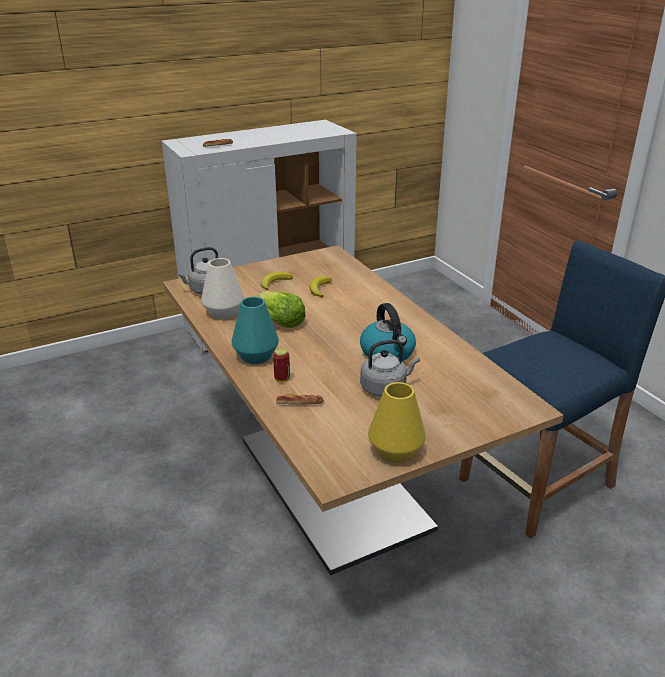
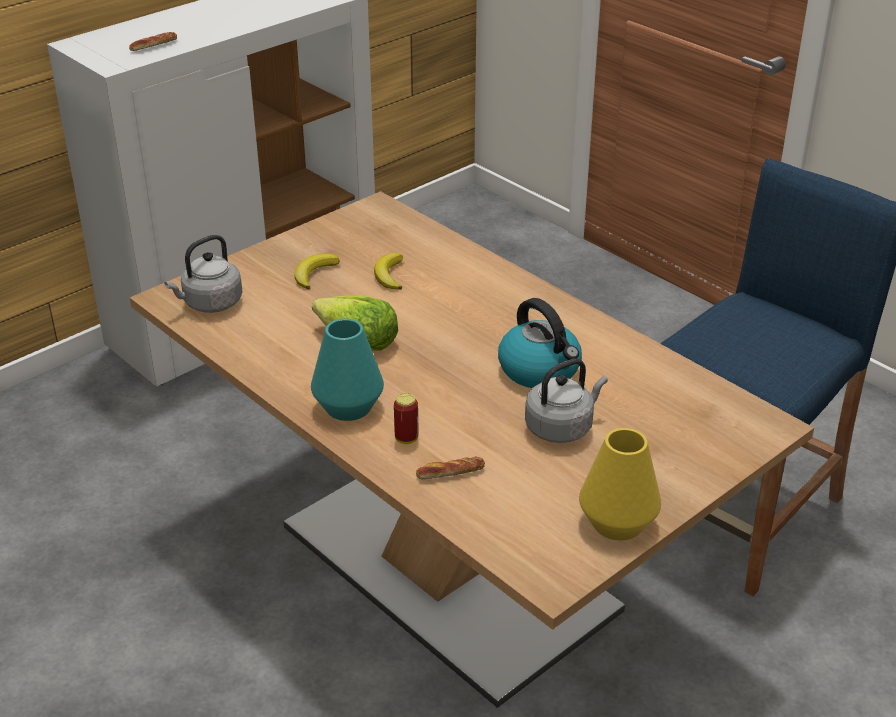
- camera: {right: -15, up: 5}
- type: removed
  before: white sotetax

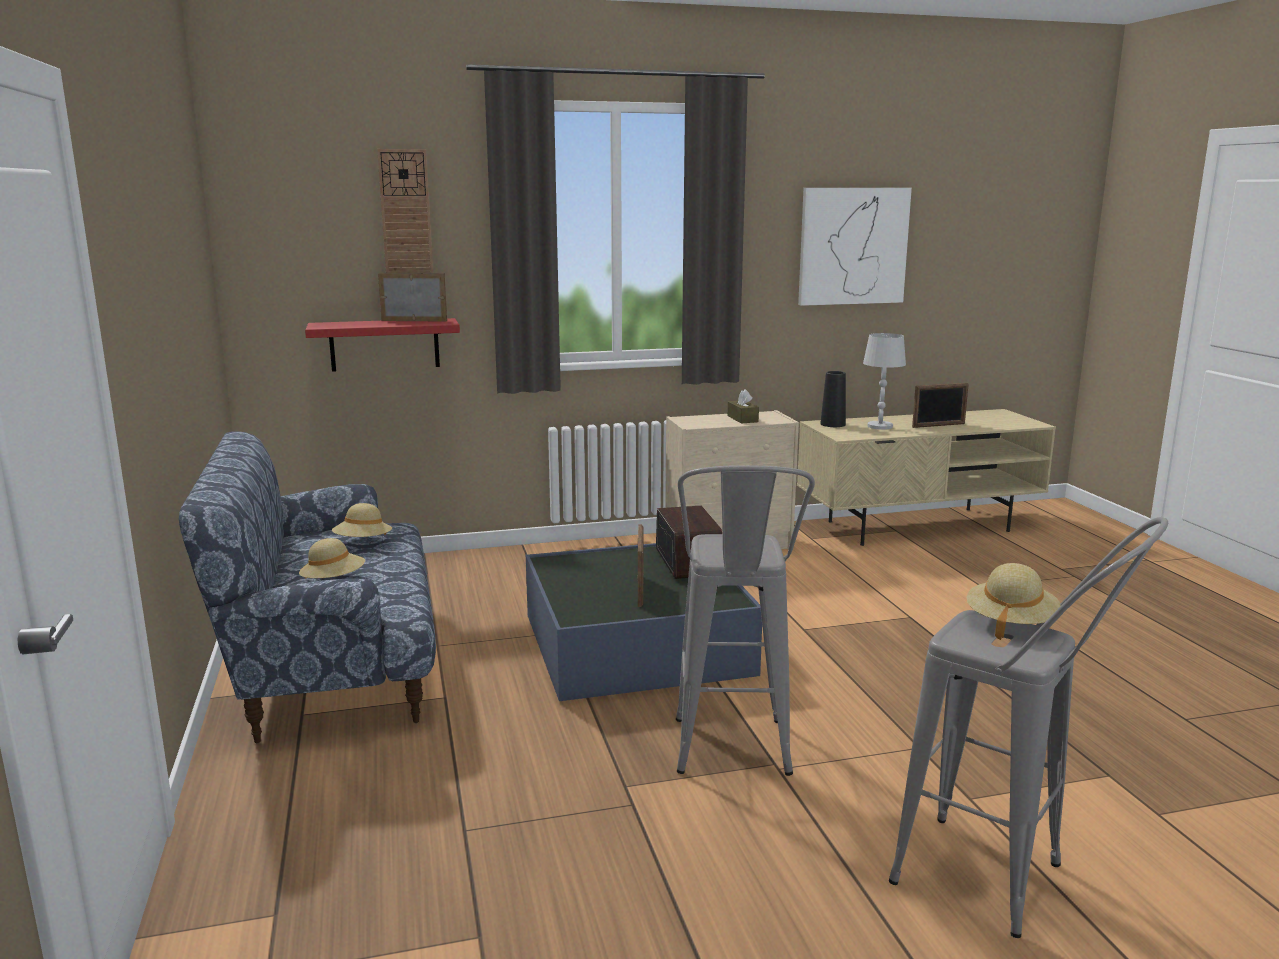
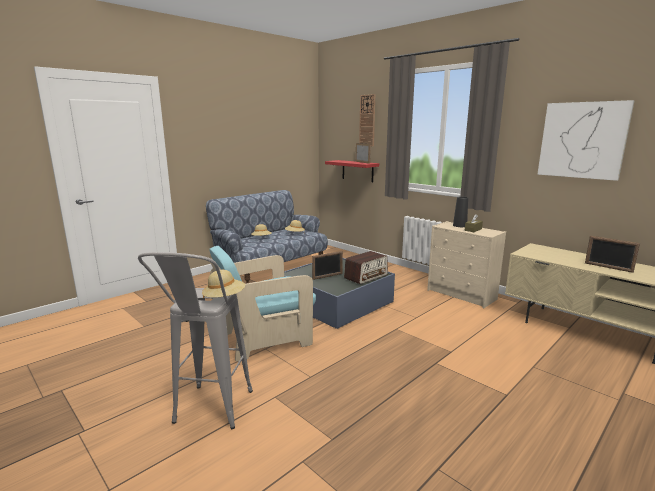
- camera: {right: 60, up: 0}
- type: removed
  before: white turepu
- type: moved
  before: black sotetax
- type: replaced
  before: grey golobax (1st from left)
  after: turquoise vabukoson

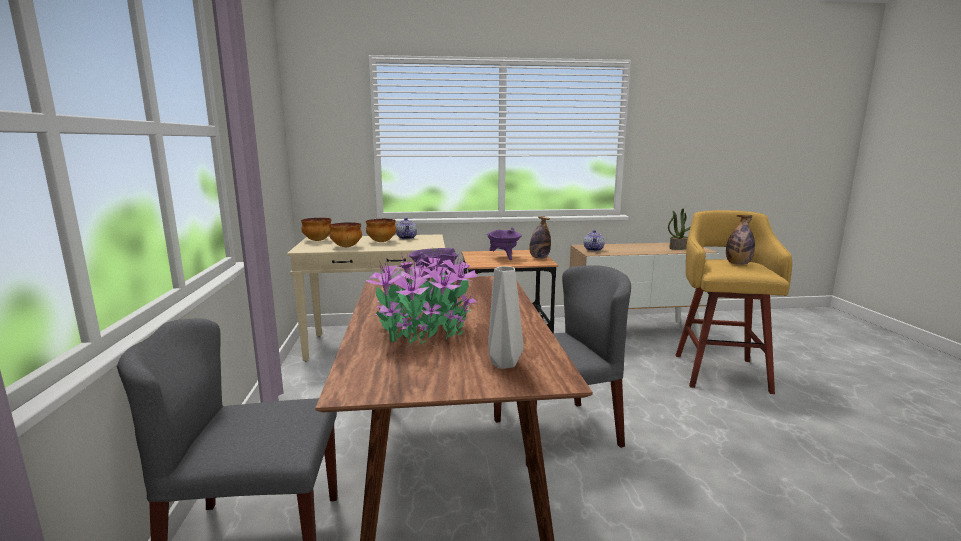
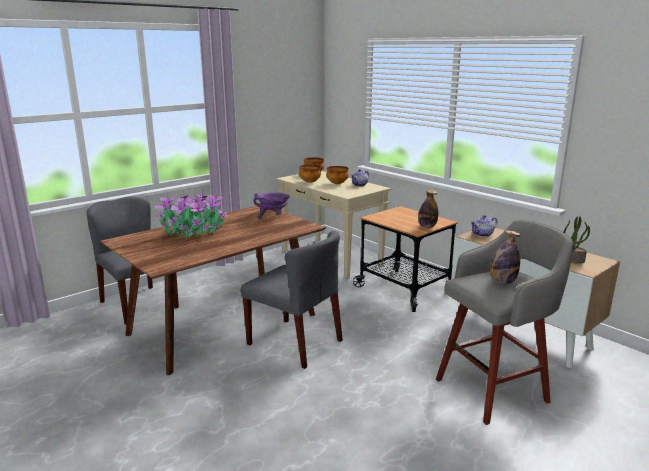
- camera: {right: 55, up: 5}
- type: recoloured
  before: yellow golobax
  after: grey golobax
- type: removed
  before: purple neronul (2nd from left)
- type: removed
  before: grey sotetax

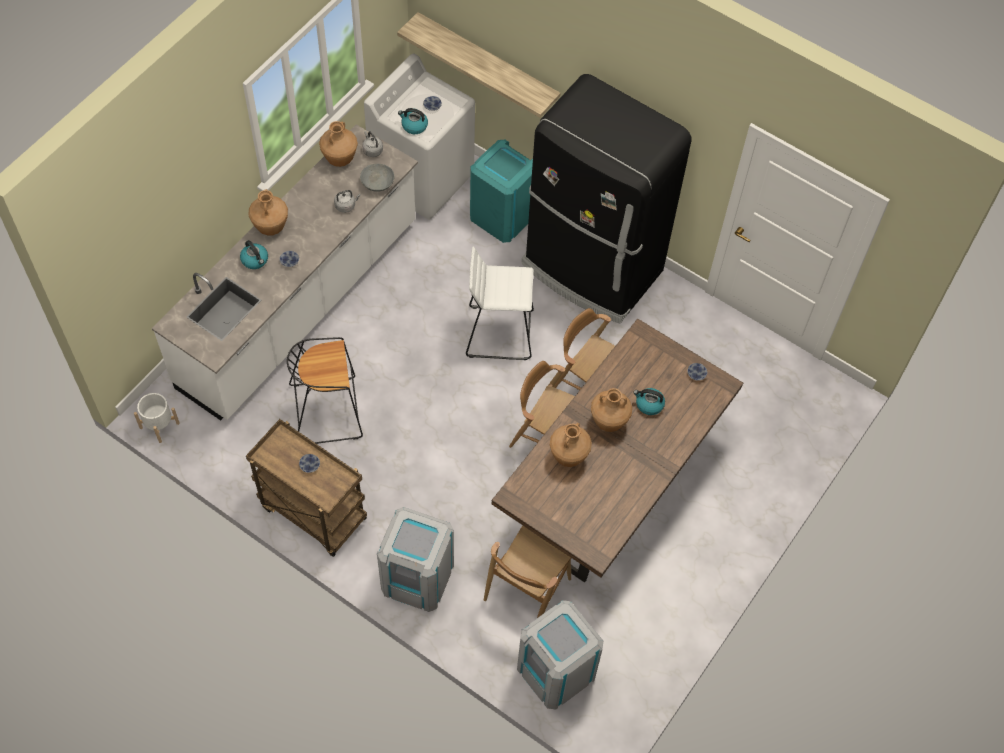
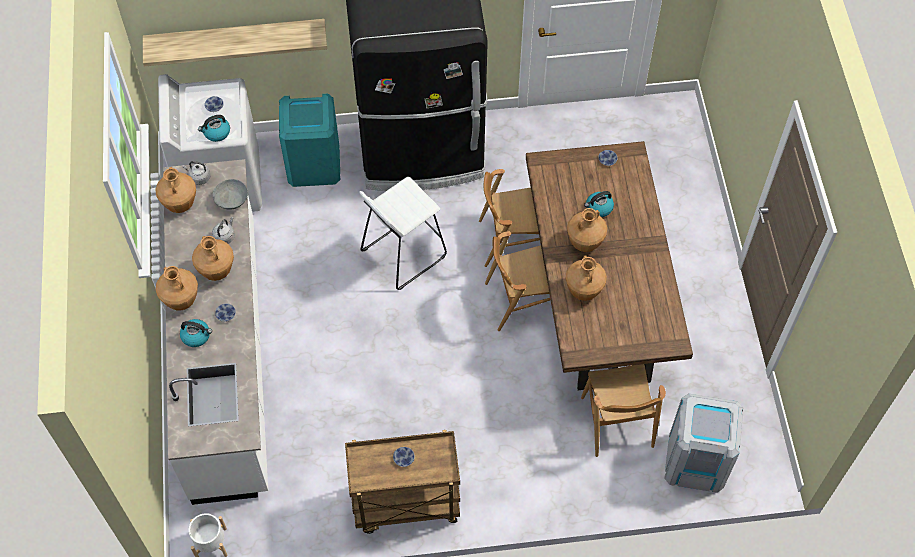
- camera: {right: -40, up: 0}
- type: removed
  before: black golobax
- type: removed
  before: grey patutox (1st from left)
- type: added
  after: brown sotetax (3rd from left)

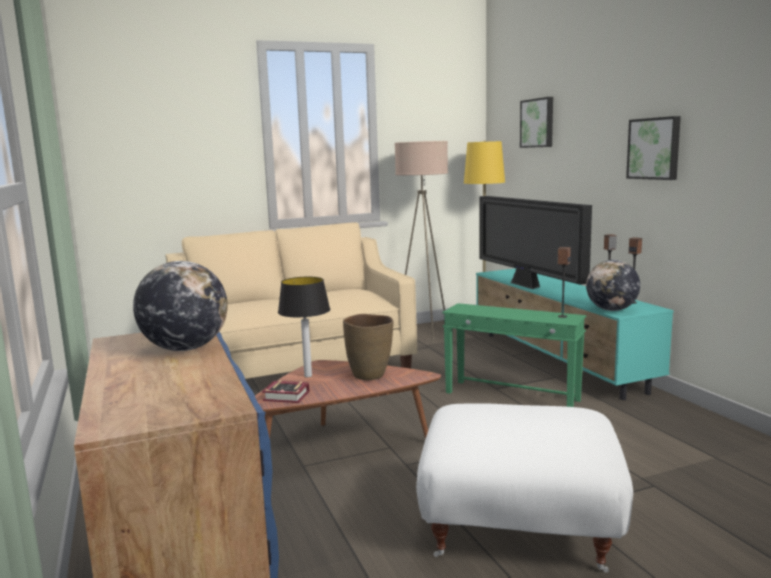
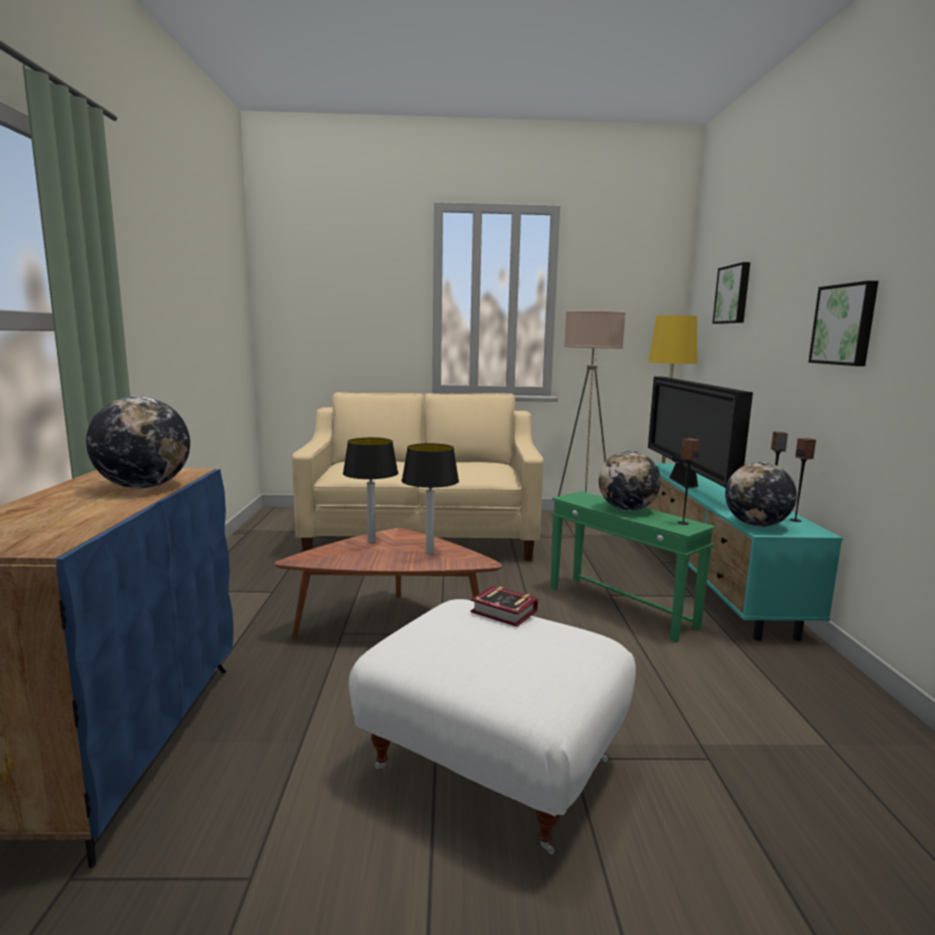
- camera: {right: 20, up: 0}
- type: replaced
  before: brown sotetax
  after: turepu (2nd from left)
- type: moved
  before: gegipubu
- type: added
  after: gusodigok (2nd from left)

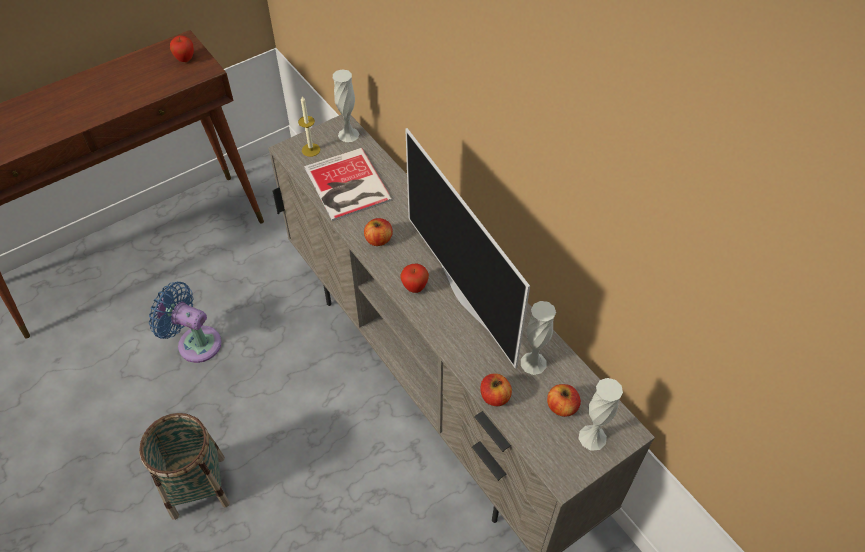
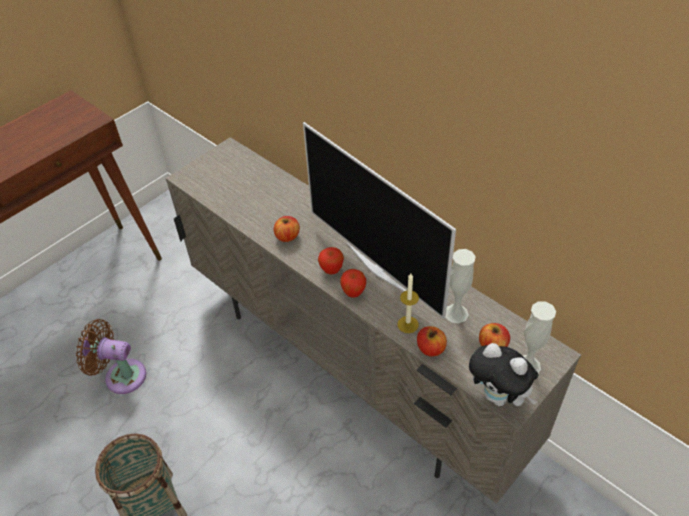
- camera: {right: -10, up: -5}
- type: moved
  before: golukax (1st from left in the first image)
  after: golukax (3rd from left)
- type: removed
  before: white sotetax (1st from left)
- type: moved
  before: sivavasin
- type: removed
  before: gegipubu
- type: recoloured
  before: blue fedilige
  after: brown fedilige
- type: added
  after: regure

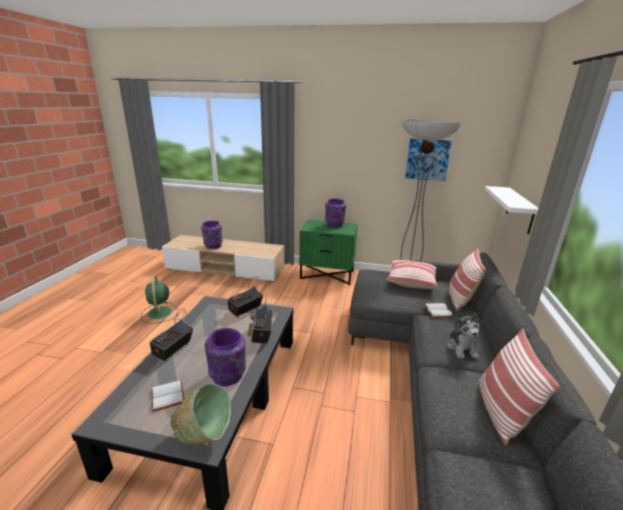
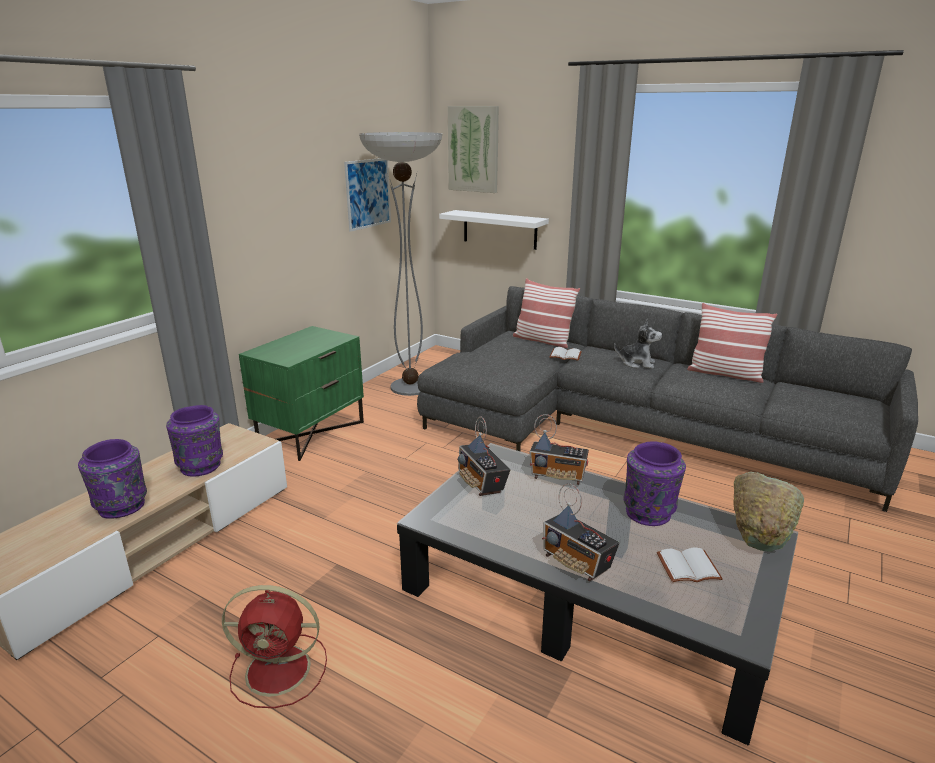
- camera: {right: -70, up: 0}
- type: moved
  before: purple sotetax (3rd from left in the first image)
  after: purple sotetax (2nd from left)
- type: removed
  before: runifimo (1st from left)
- type: recoloured
  before: green fedilige
  after: red fedilige
- type: added
  after: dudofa (2nd from left)

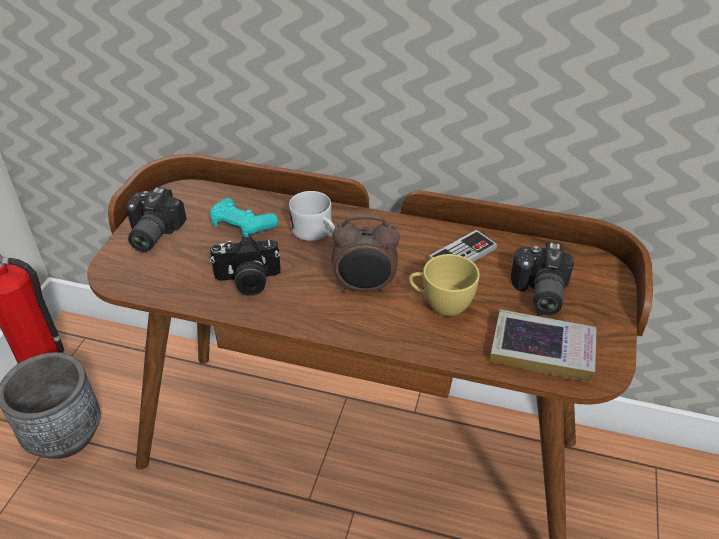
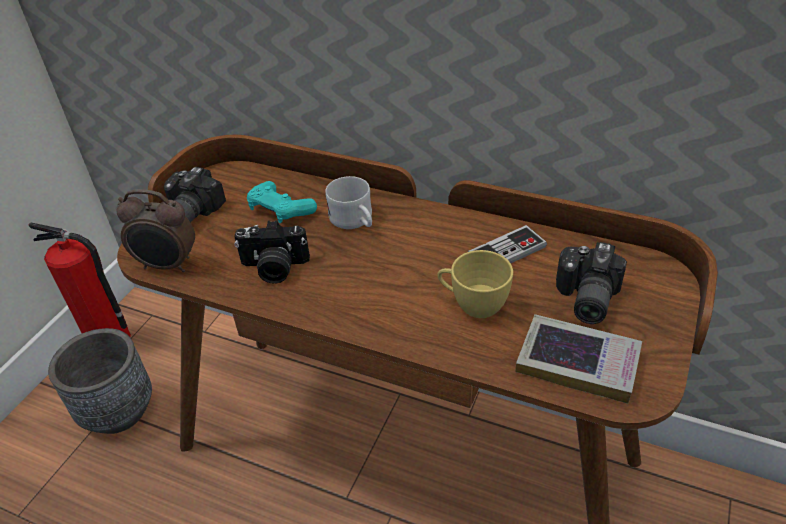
- camera: {right: 10, up: 0}
- type: moved
  before: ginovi

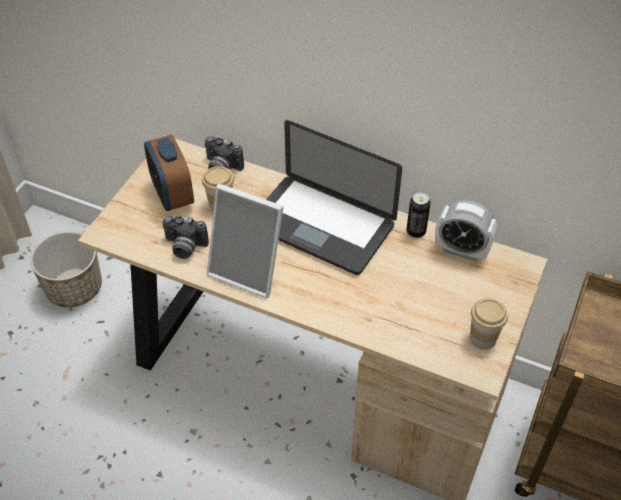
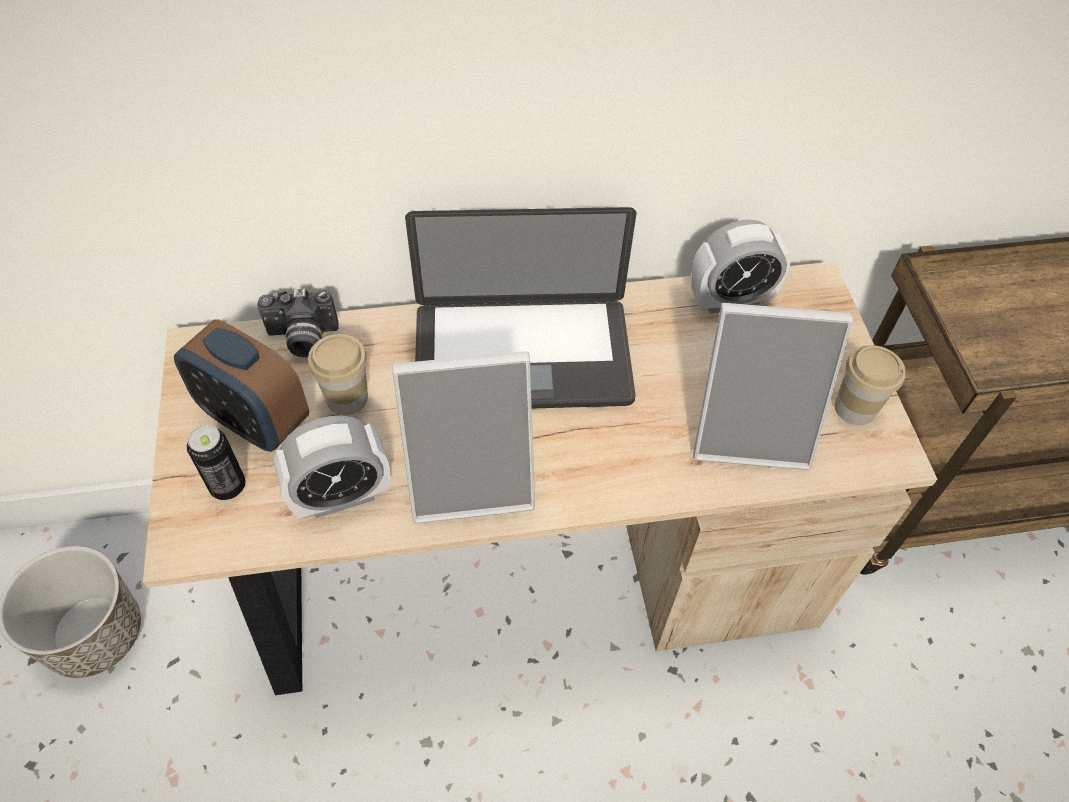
- camera: {right: -35, up: 5}
- type: moved
  before: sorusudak
- type: replaced
  before: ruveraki (1st from left)
  after: ginovi (2nd from left)
- type: added
  after: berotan (2nd from left)

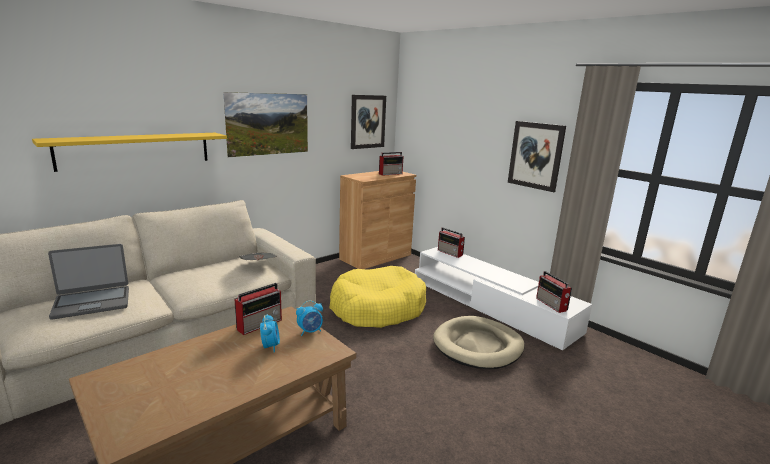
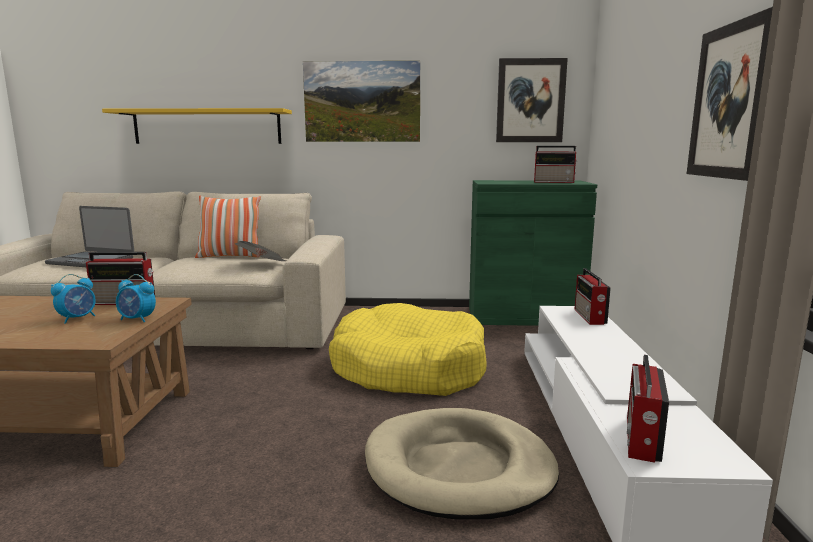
- camera: {right: 45, up: -5}
- type: recoloured
  before: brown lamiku
  after: green lamiku
- type: added
  after: runifimo

